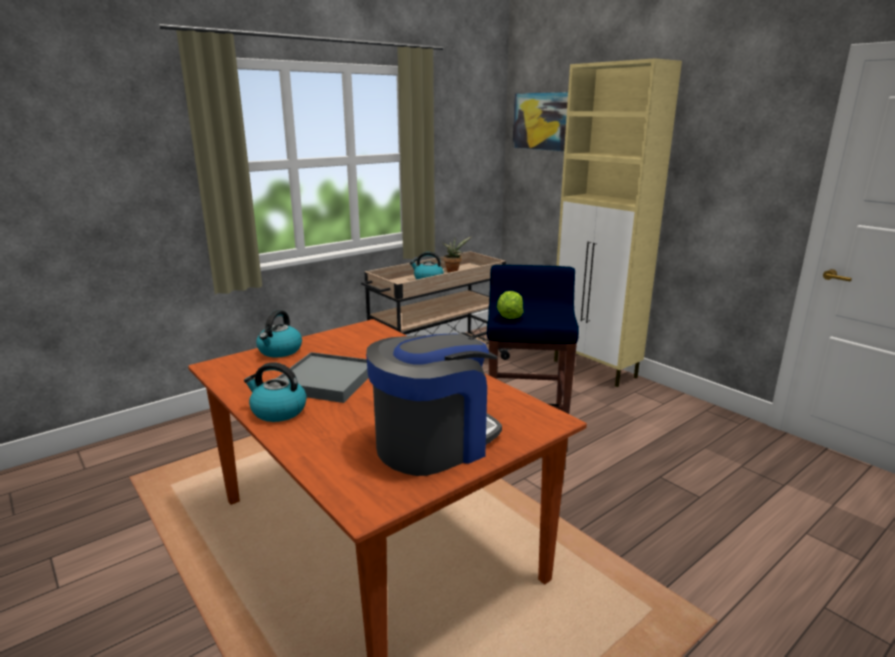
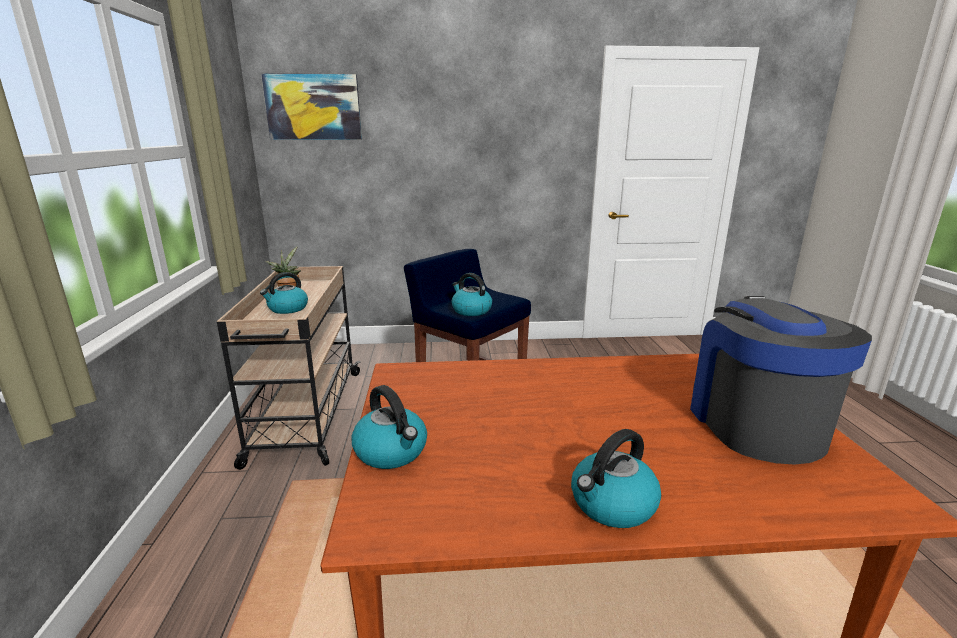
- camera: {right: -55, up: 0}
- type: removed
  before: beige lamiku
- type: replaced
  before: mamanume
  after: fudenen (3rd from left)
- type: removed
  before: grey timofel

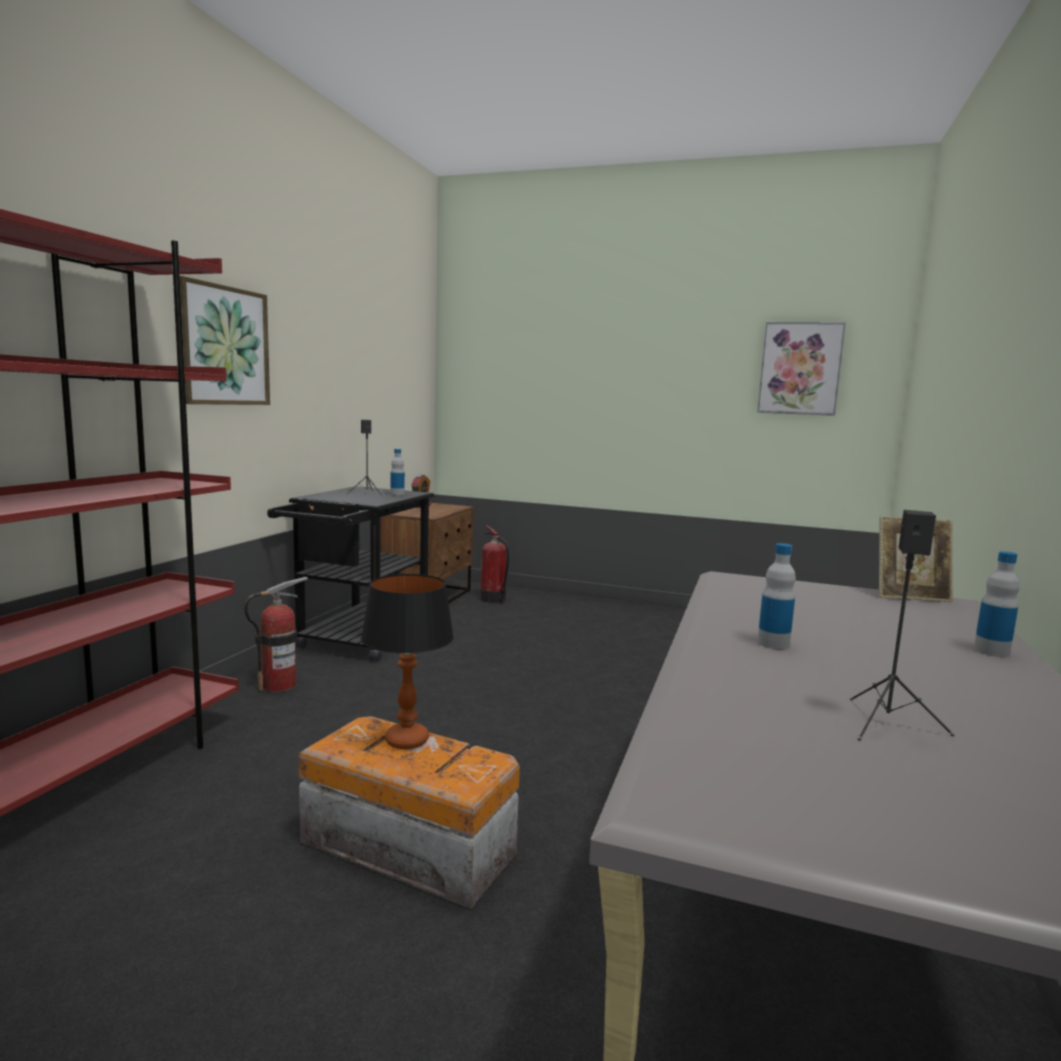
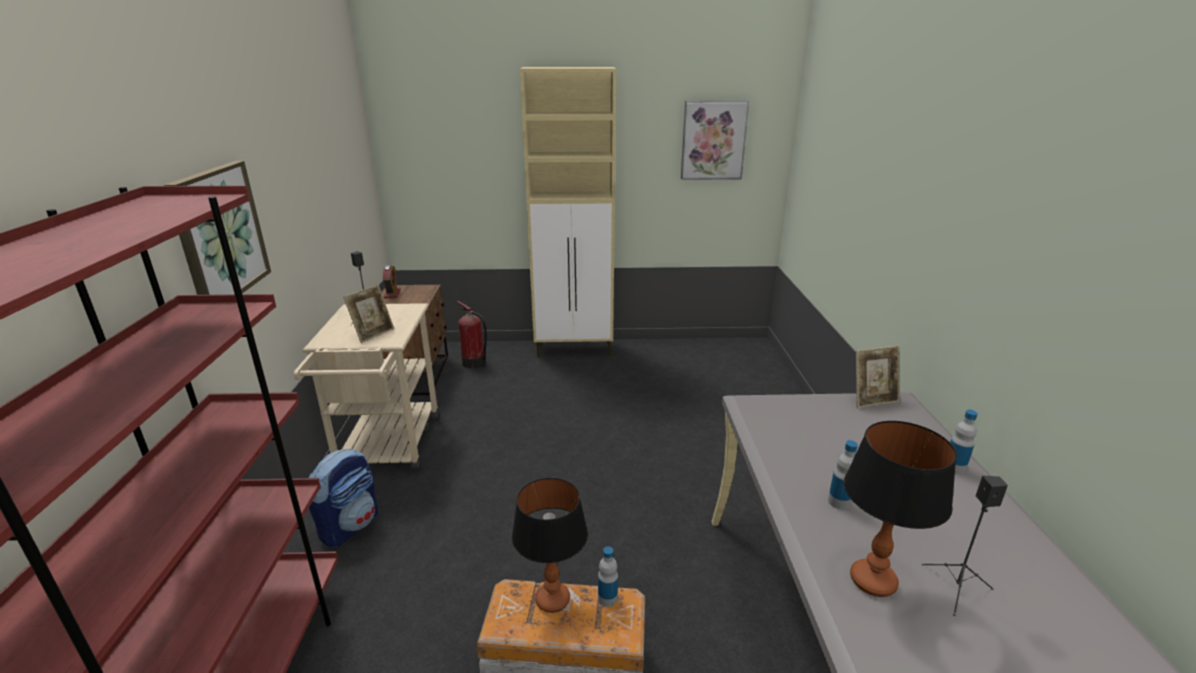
- camera: {right: -20, up: 15}
- type: moved
  before: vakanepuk (1st from left)
- type: recoloured
  before: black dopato
  after: beige dopato
- type: replaced
  before: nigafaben (1st from left)
  after: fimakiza
- type: added
  after: beige lamiku
- type: added
  after: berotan (1st from left)
- type: added
  after: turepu (2nd from left)

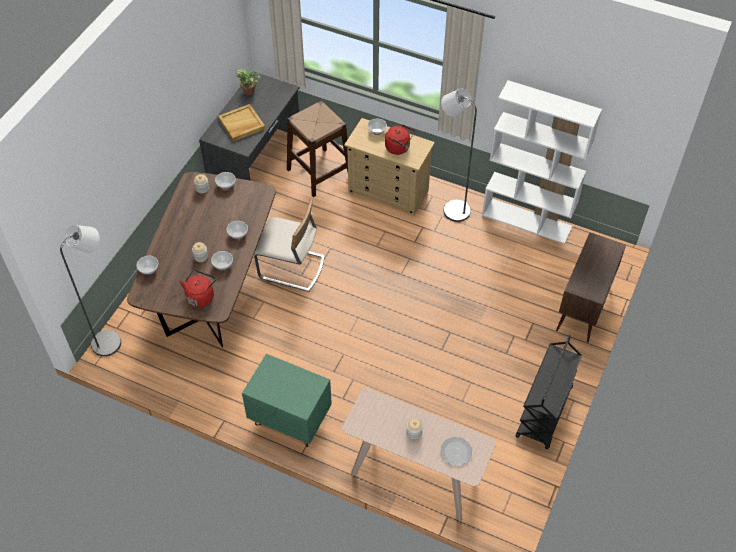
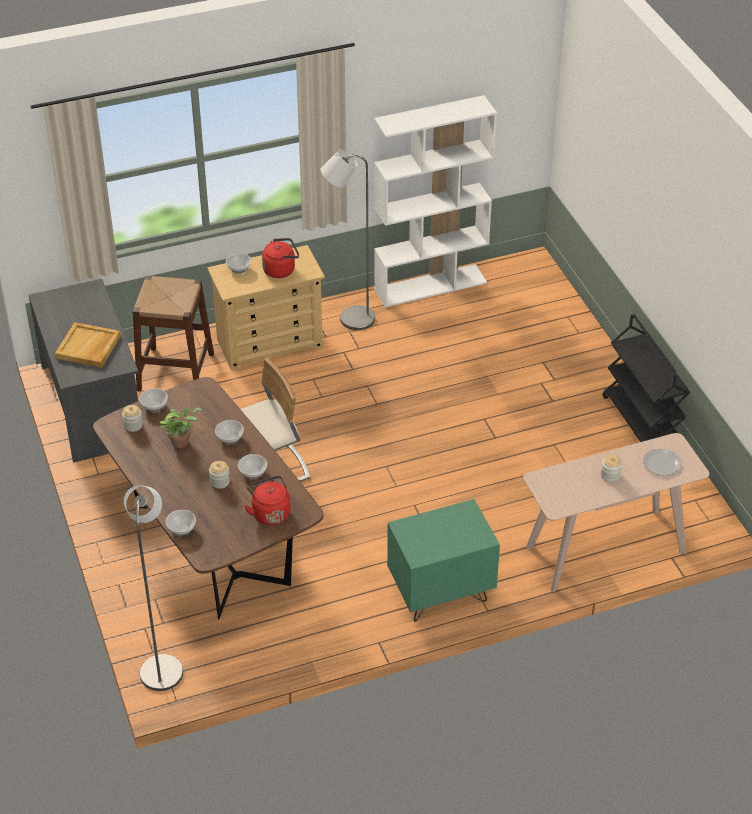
- camera: {right: -45, up: -10}
- type: moved
  before: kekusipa
- type: removed
  before: brown lamiku

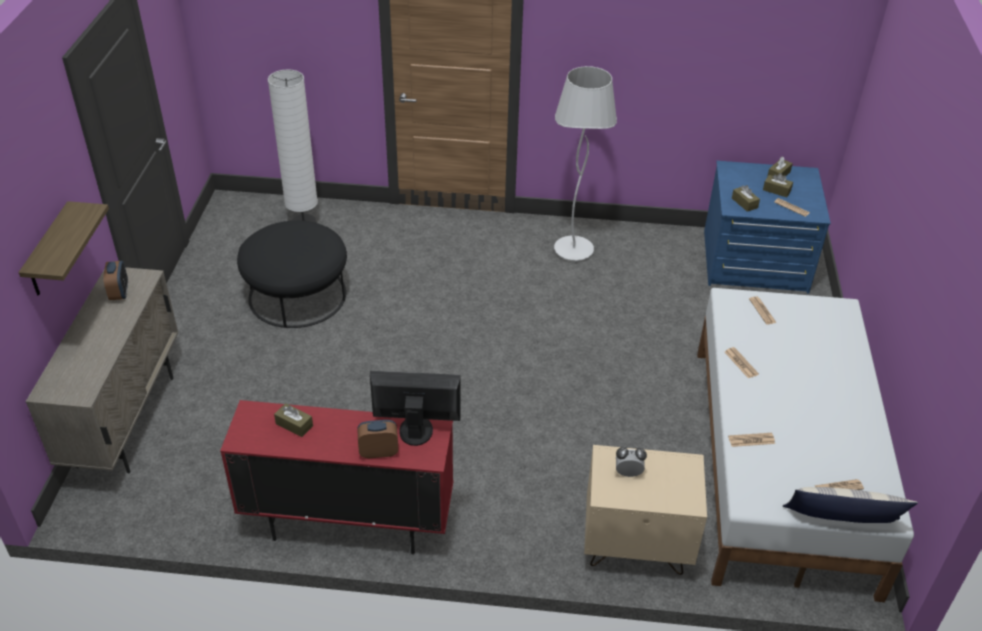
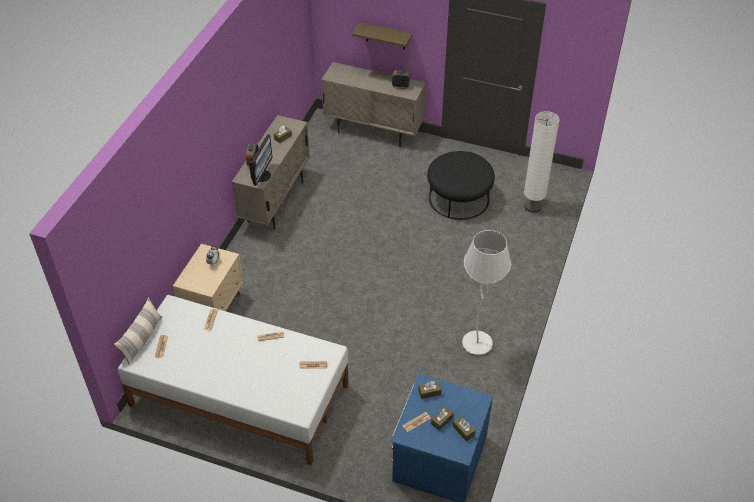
- camera: {right: 105, up: 5}
- type: recoloured
  before: red lamiku
  after: beige lamiku (1st from left)

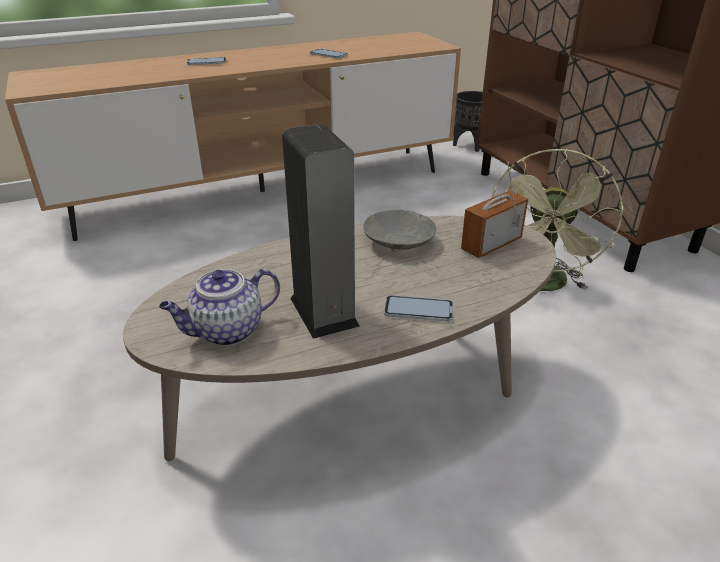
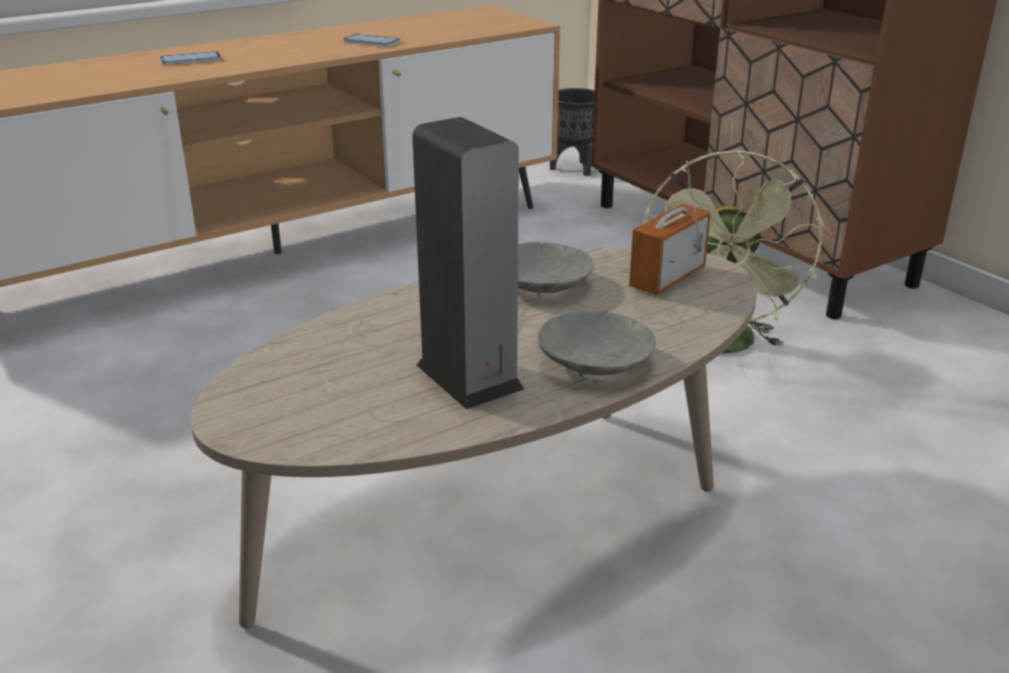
- camera: {right: -10, up: -5}
- type: removed
  before: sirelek
- type: replaced
  before: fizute (3rd from left)
  after: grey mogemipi (2nd from left)

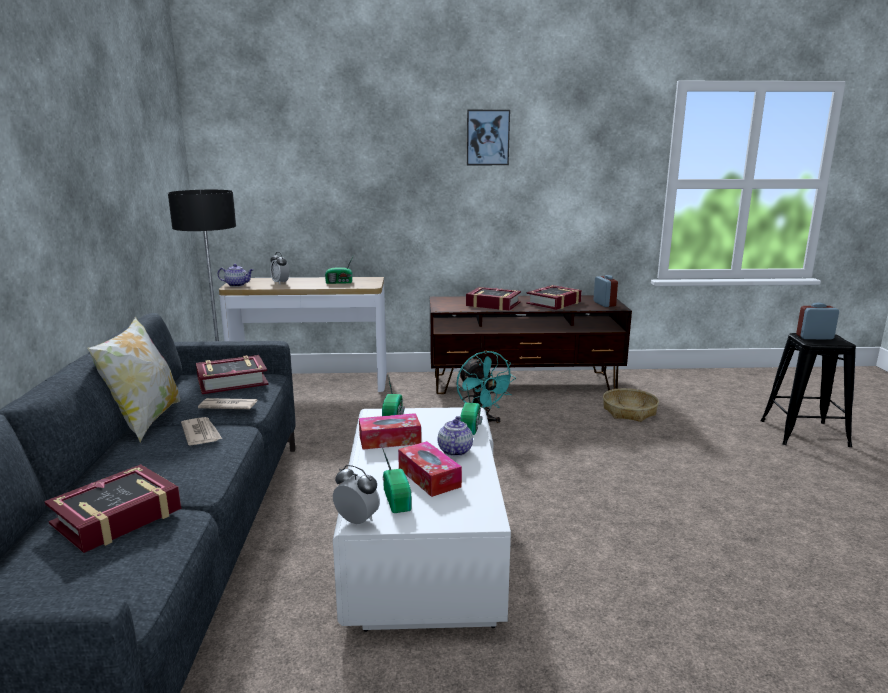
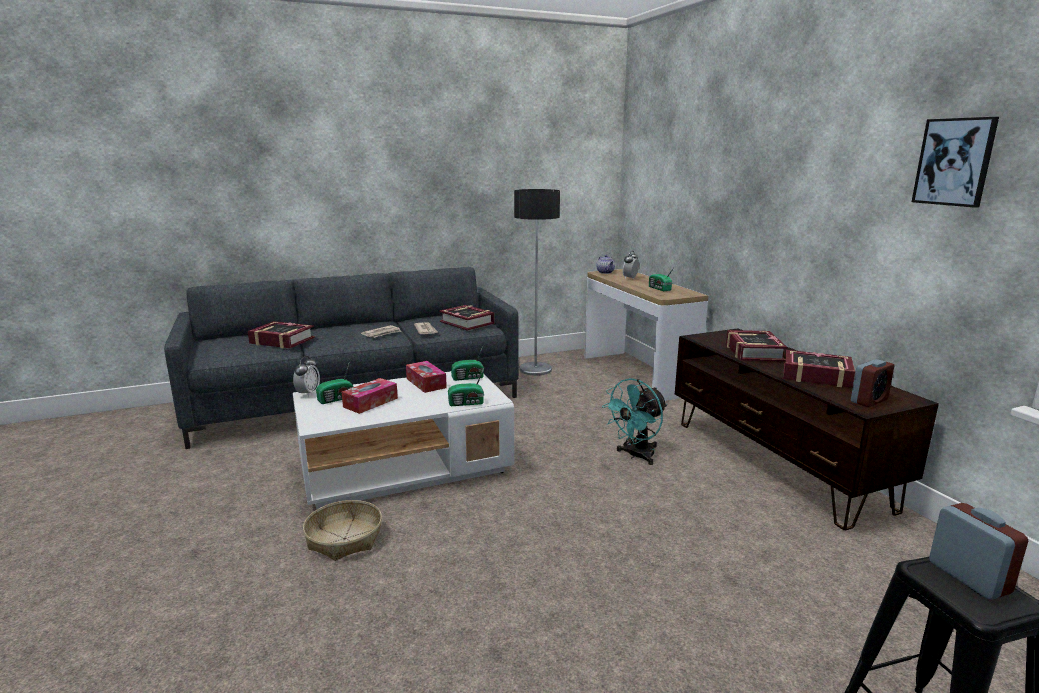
- camera: {right: 70, up: 0}
- type: moved
  before: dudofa
- type: removed
  before: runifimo
- type: moved
  before: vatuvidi
- type: removed
  before: sirelek (2nd from left)

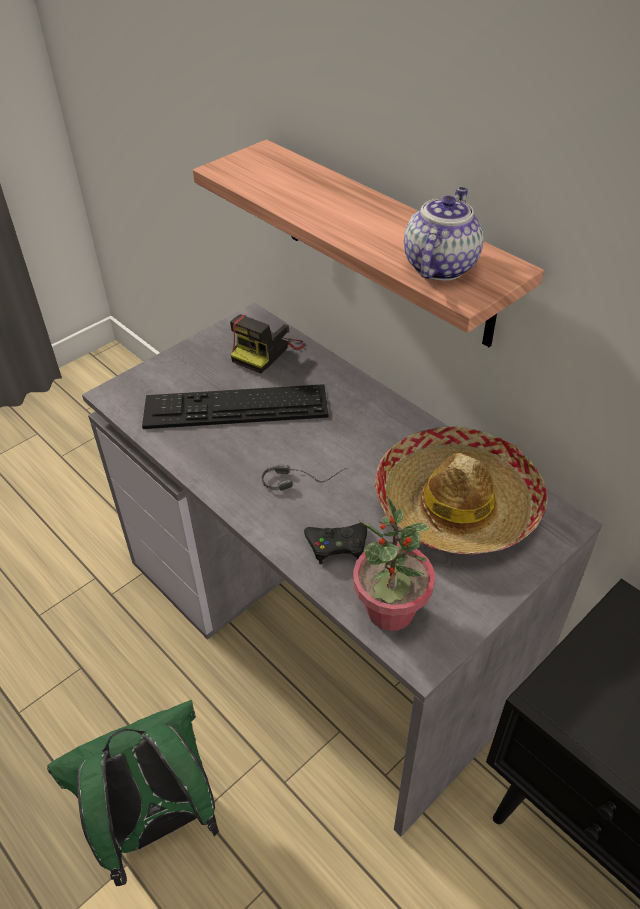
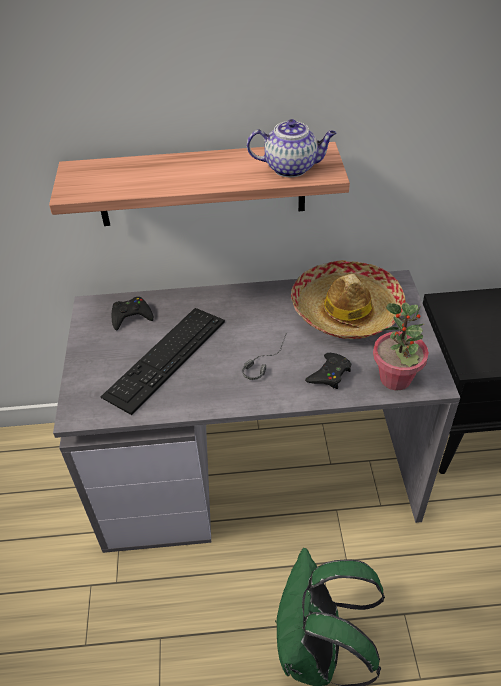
- camera: {right: -50, up: 0}
- type: turned
  before: sirelek
  turn: 120
- type: replaced
  before: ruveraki
  after: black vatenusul (1st from left)

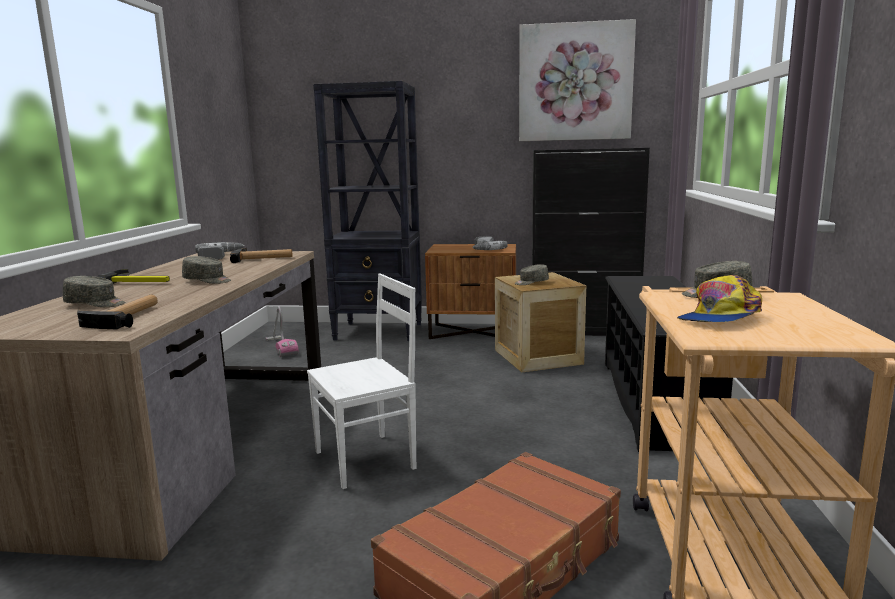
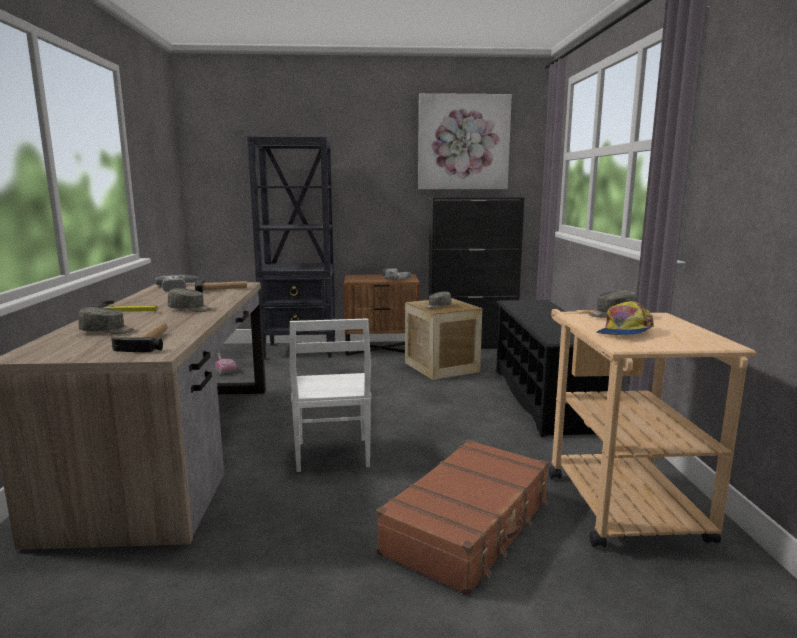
- camera: {right: -10, up: 0}
- type: turned
  before: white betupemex
  turn: 120

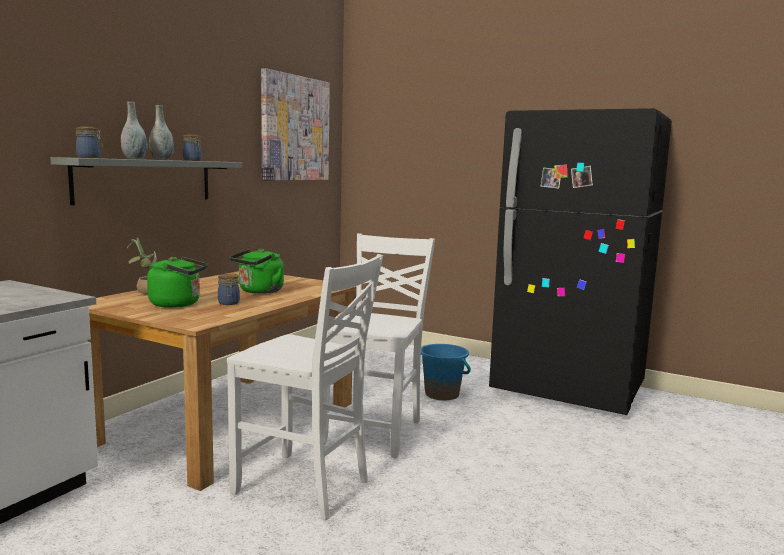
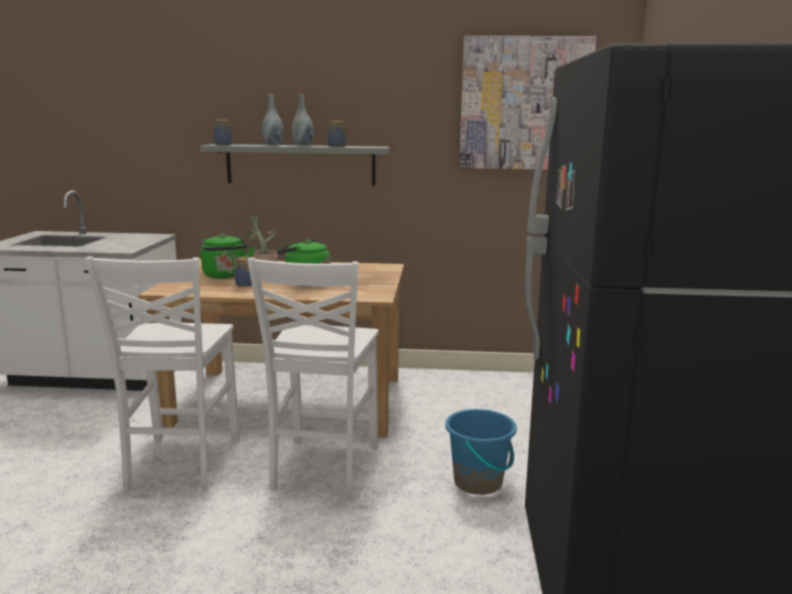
- camera: {right: 65, up: 5}
- type: turned
  before: white betupemex (2nd from left)
  turn: 105

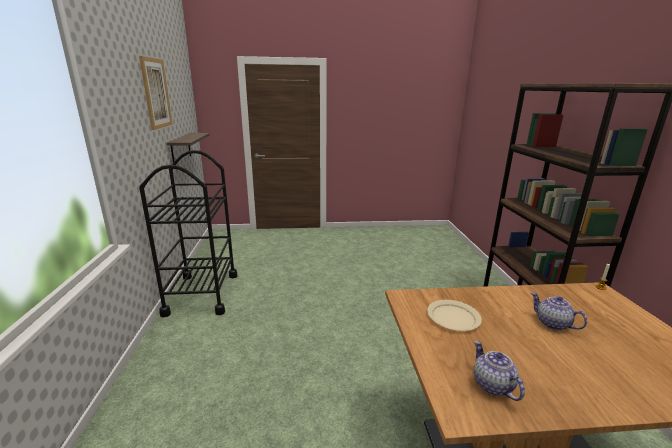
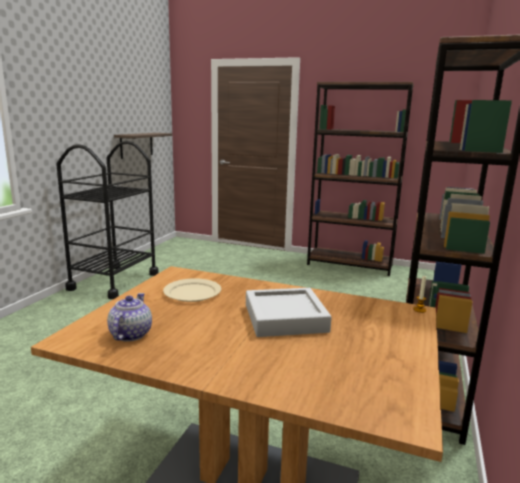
- camera: {right: 25, up: -5}
- type: removed
  before: dudofa
- type: replaced
  before: sirelek (2nd from left)
  after: grey timofel
- type: added
  after: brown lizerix (1st from left)

